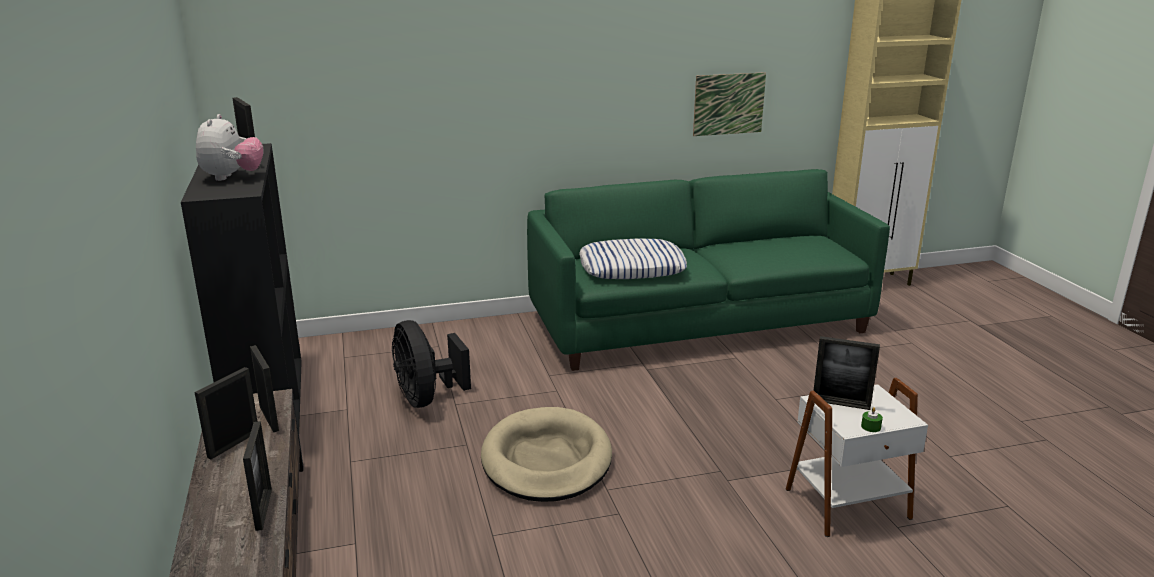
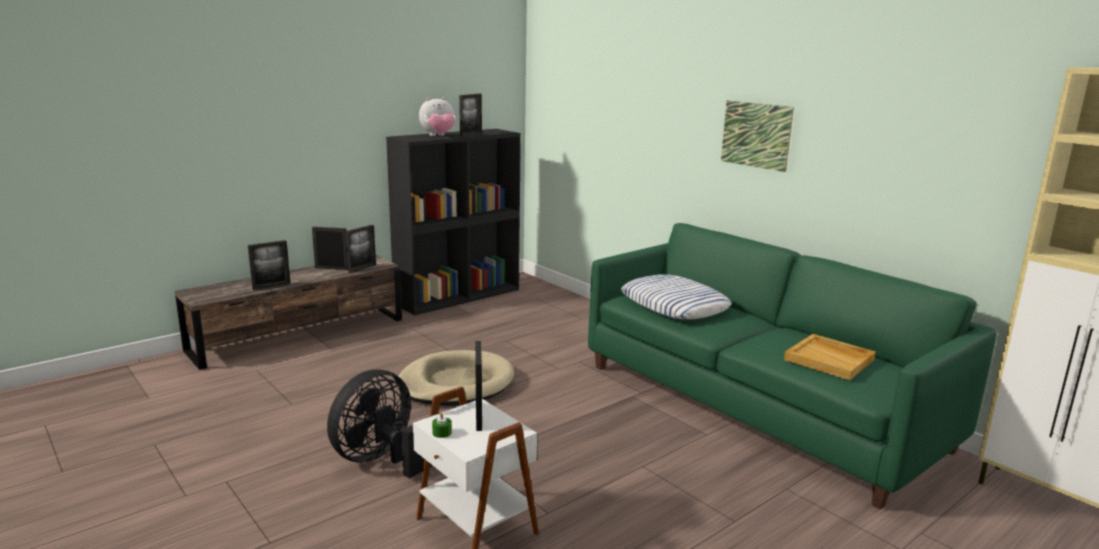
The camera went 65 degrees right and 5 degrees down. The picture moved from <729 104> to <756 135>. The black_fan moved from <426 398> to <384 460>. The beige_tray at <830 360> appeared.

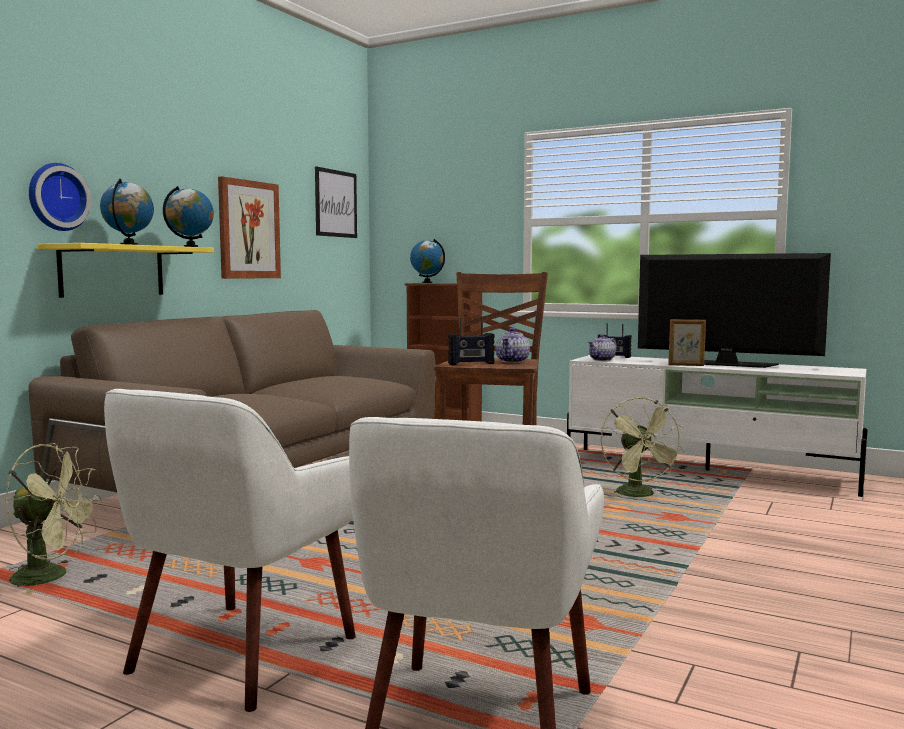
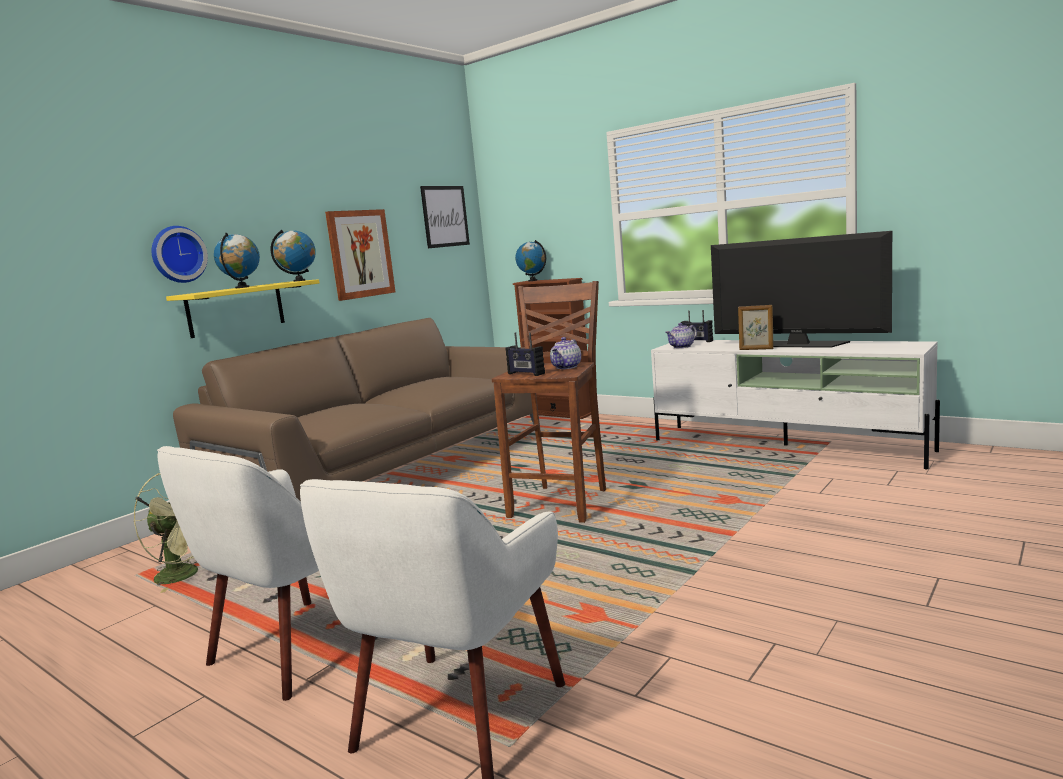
The camera went 10 degrees right and 5 degrees up. The radio at <471 364> turned 45 degrees clockwise. The green_fan at <640 495> disappeared.

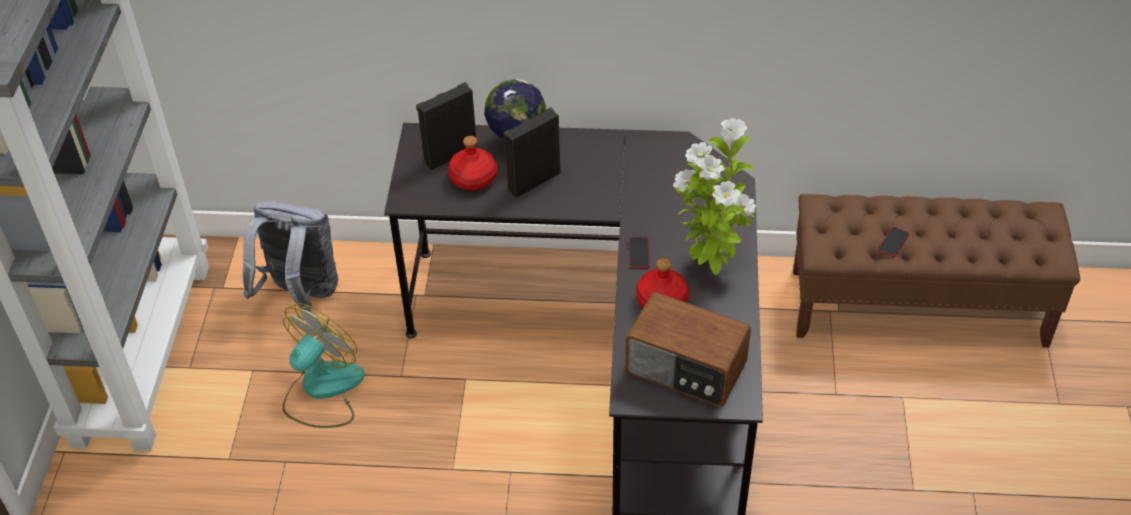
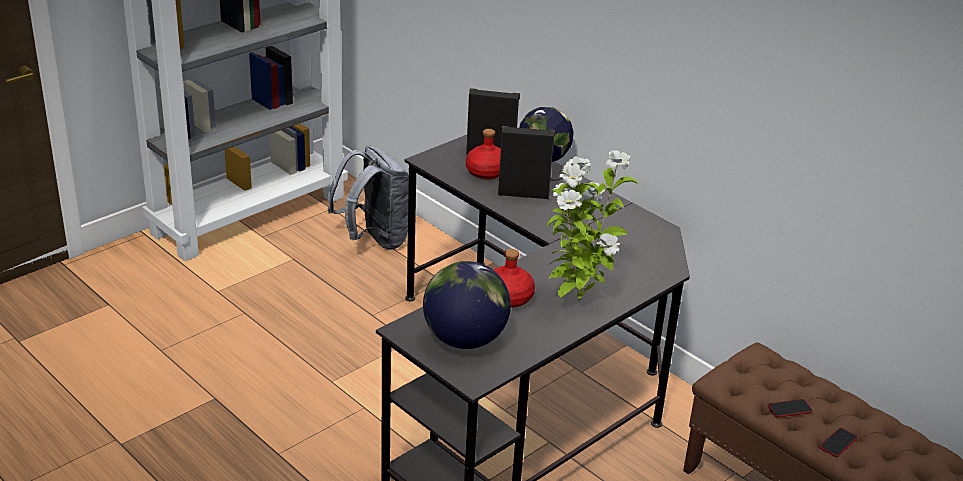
The camera went 40 degrees right and 15 degrees down. The phone moved from <639 253> to <838 443>. The radio at <686 369> was replaced by the globe at <465 340>. The fan at <322 390> disappeared.

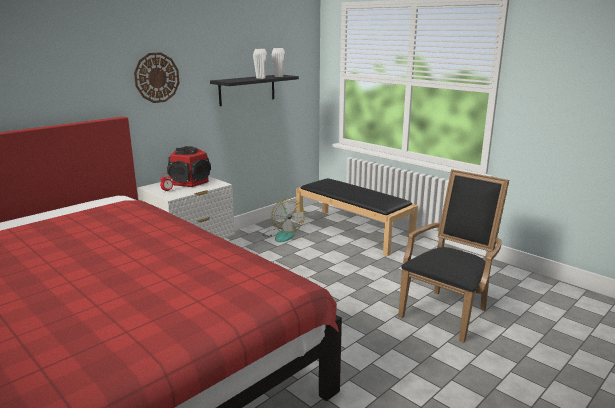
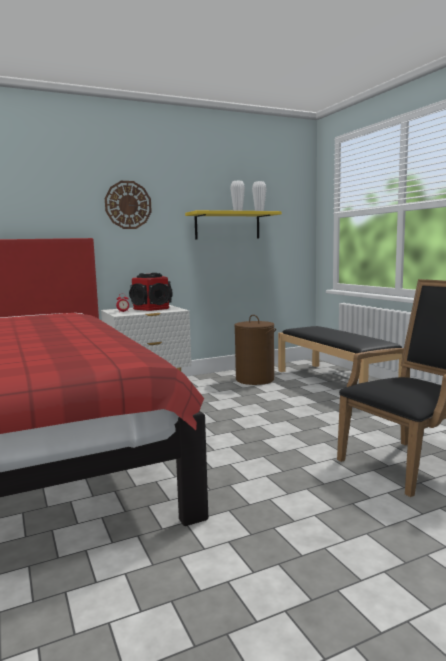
The camera went 20 degrees right and 10 degrees down. The black_shelf at <247 90> became the yellow_shelf at <227 226>. The fan at <282 235> was replaced by the brown_laundry_basket at <255 379>.

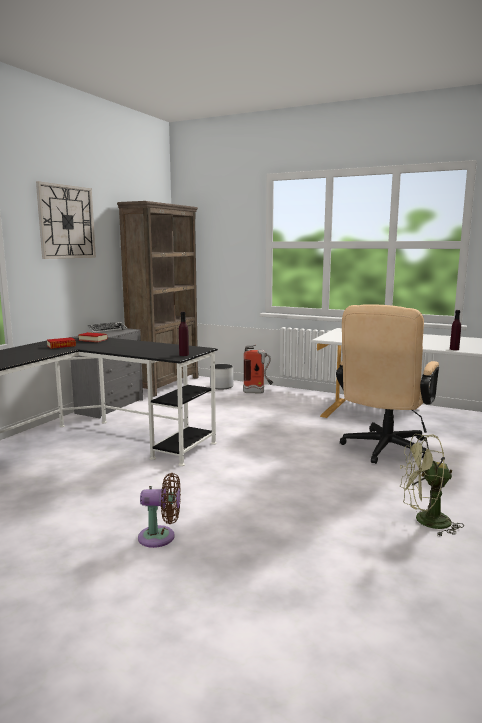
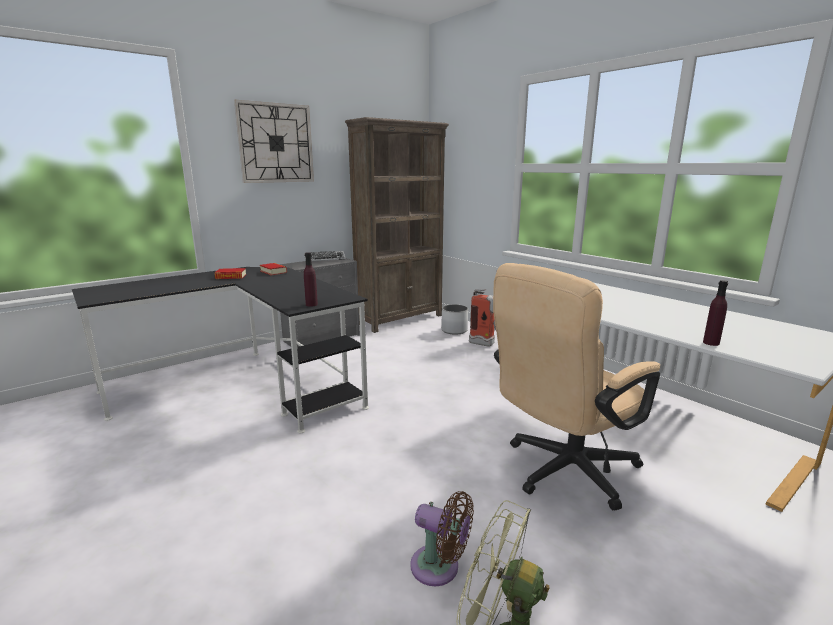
The camera went 25 degrees right and 5 degrees up. The brown_fan moved from <160 537> to <439 568>.

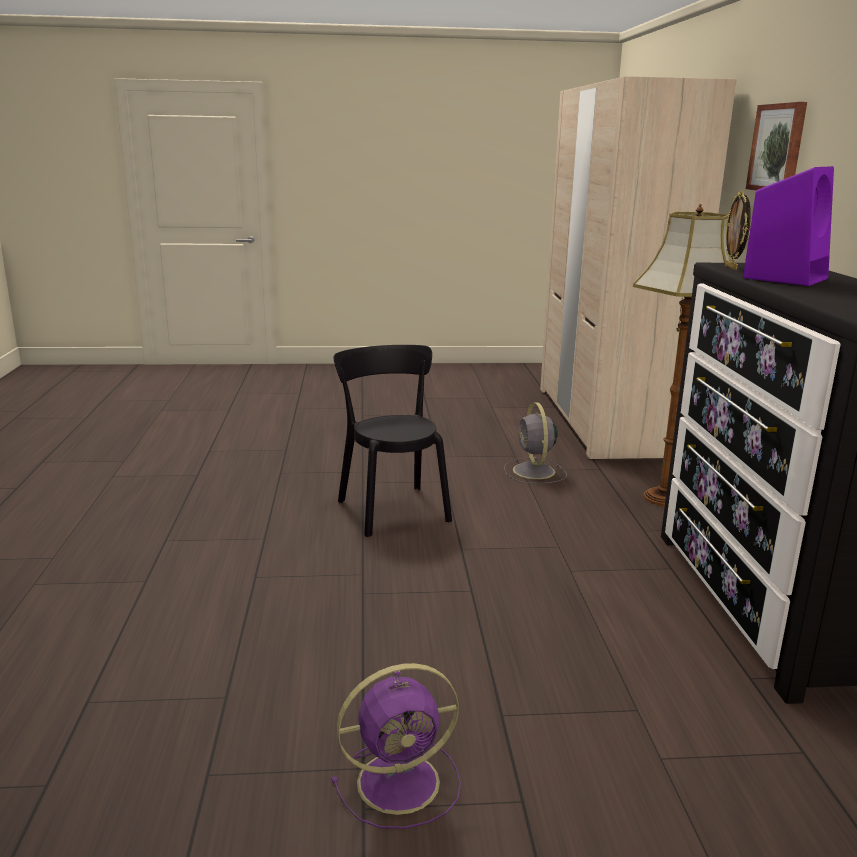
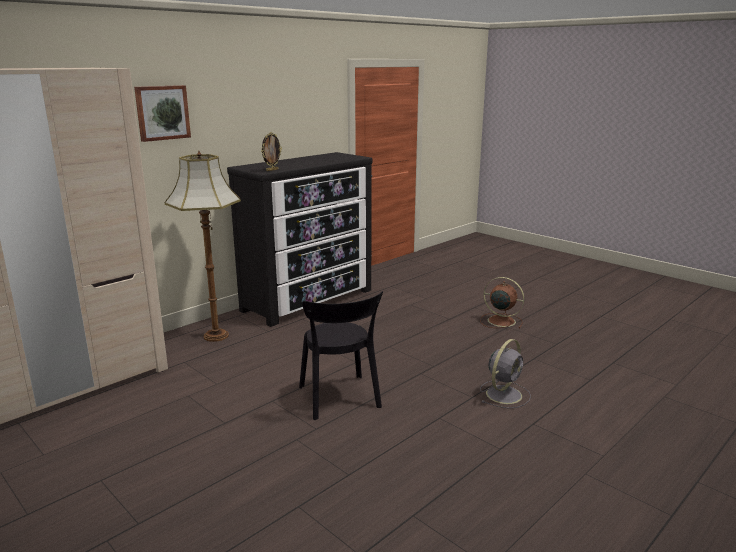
The camera went 130 degrees left and 0 degrees up. The purple_speaker at <785 278> disappeared. The black_chair at <392 508> turned 45 degrees counterclockwise. The grey_fan moved from <534 472> to <504 394>. The purple_fan at <402 781> became the brown_fan at <500 321>.

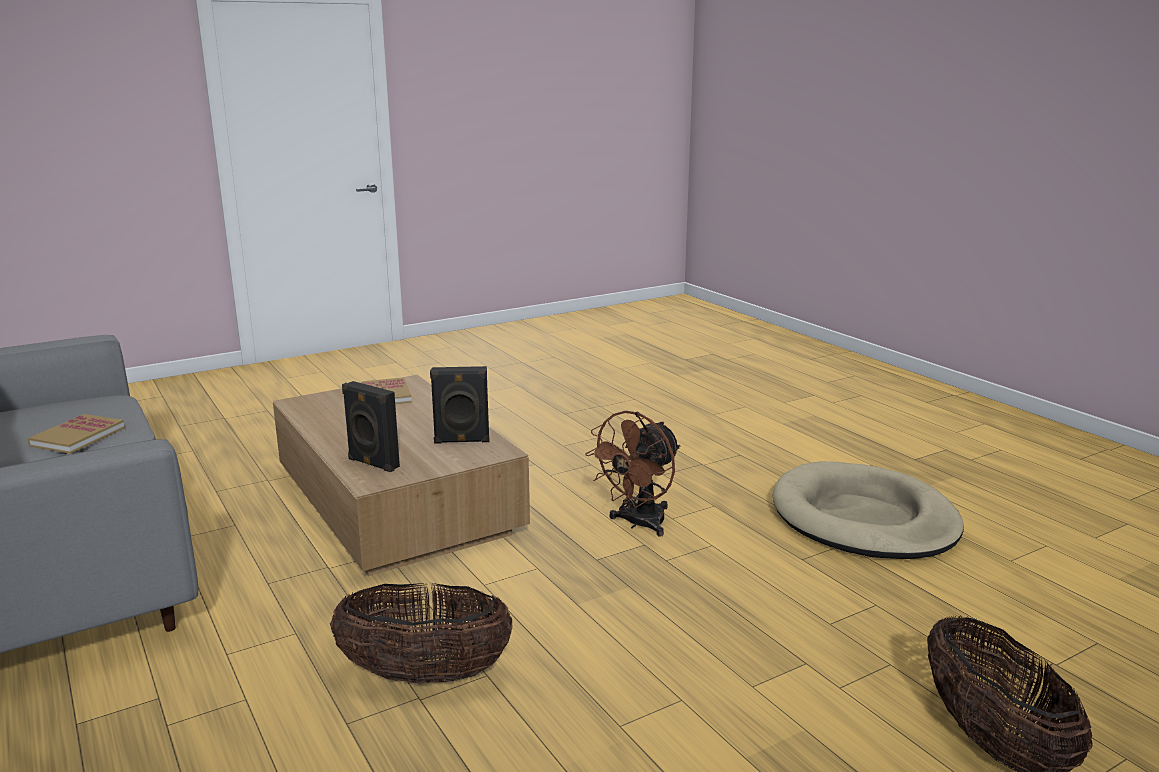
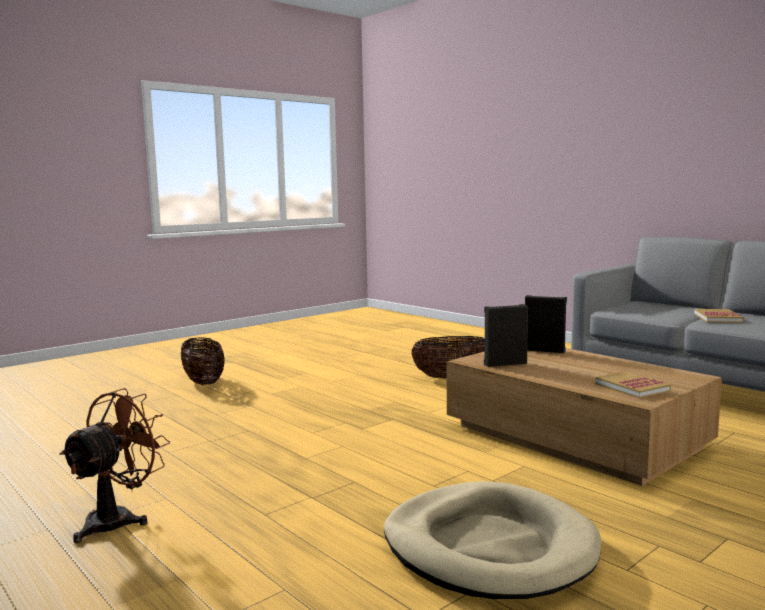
The camera went 170 degrees right and 10 degrees down. The brown_fan moved from <638 524> to <118 519>. The beige_dog_bed moved from <863 519> to <489 546>.

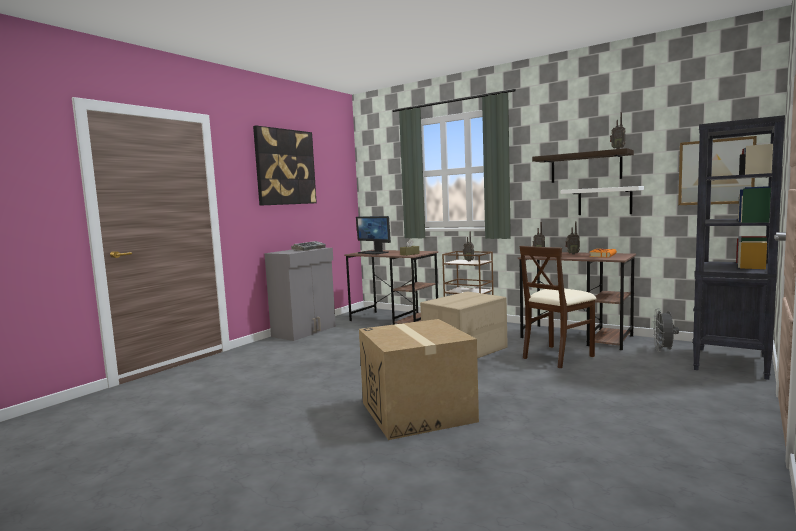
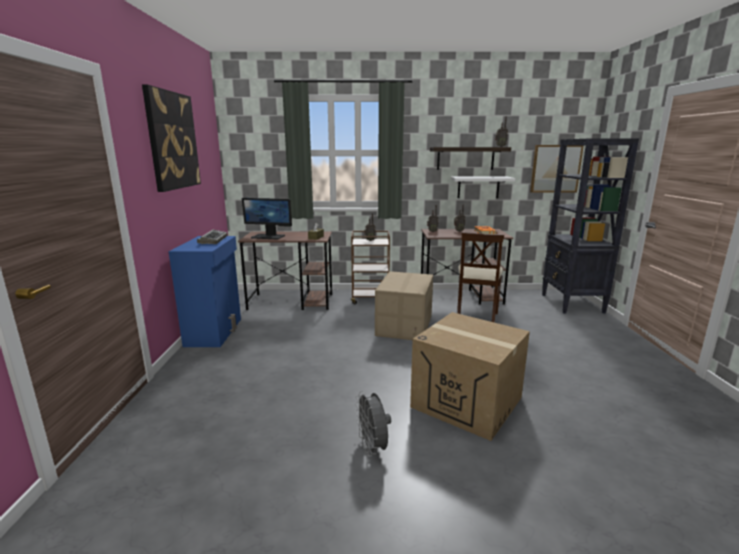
The camera went 35 degrees left and 10 degrees up. The grey_cabinet at <305 331> became the blue_cabinet at <215 332>. The grey_fan moved from <664 351> to <373 448>.

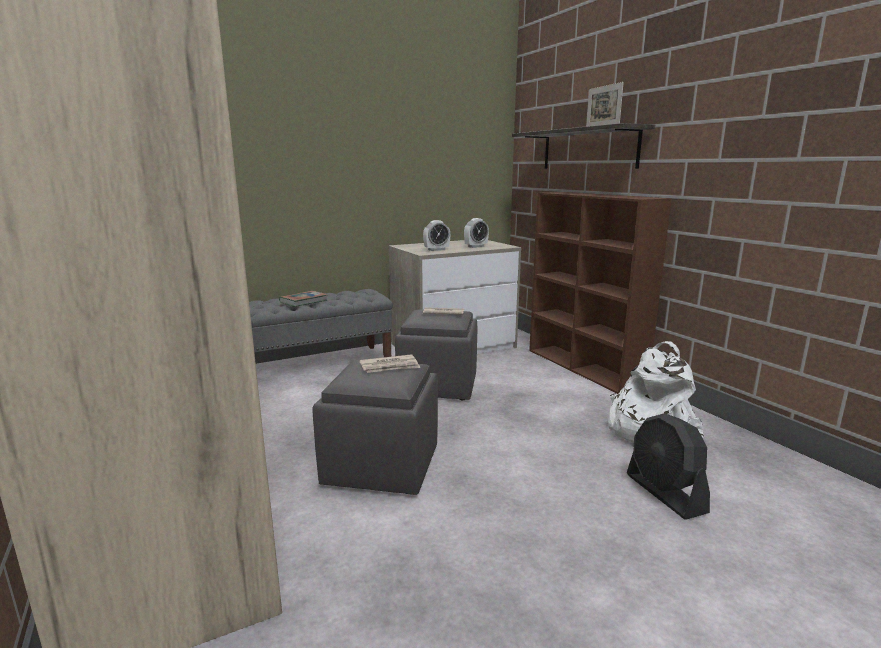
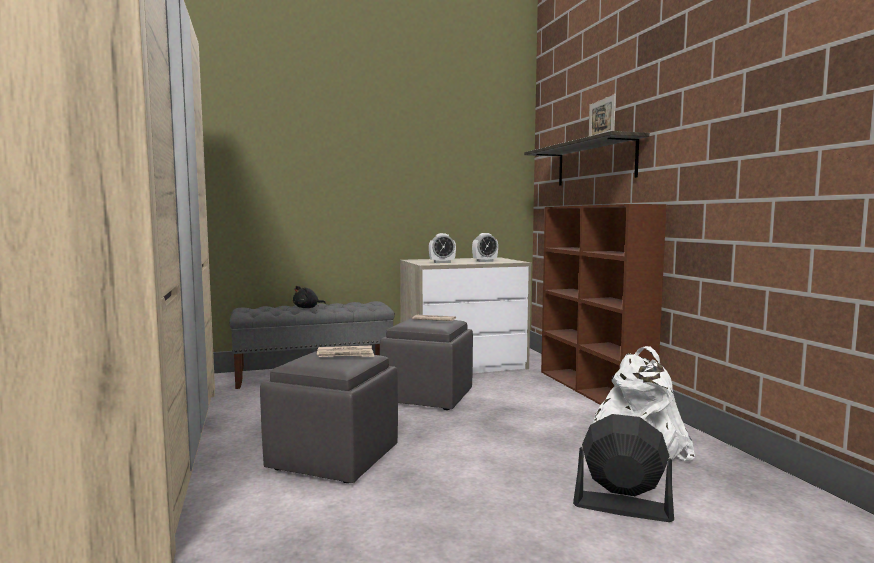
The camera went 10 degrees right and 10 degrees down. The book at <303 301> was replaced by the black_plush_toy at <307 308>. The black_fan at <665 493> turned 120 degrees clockwise.

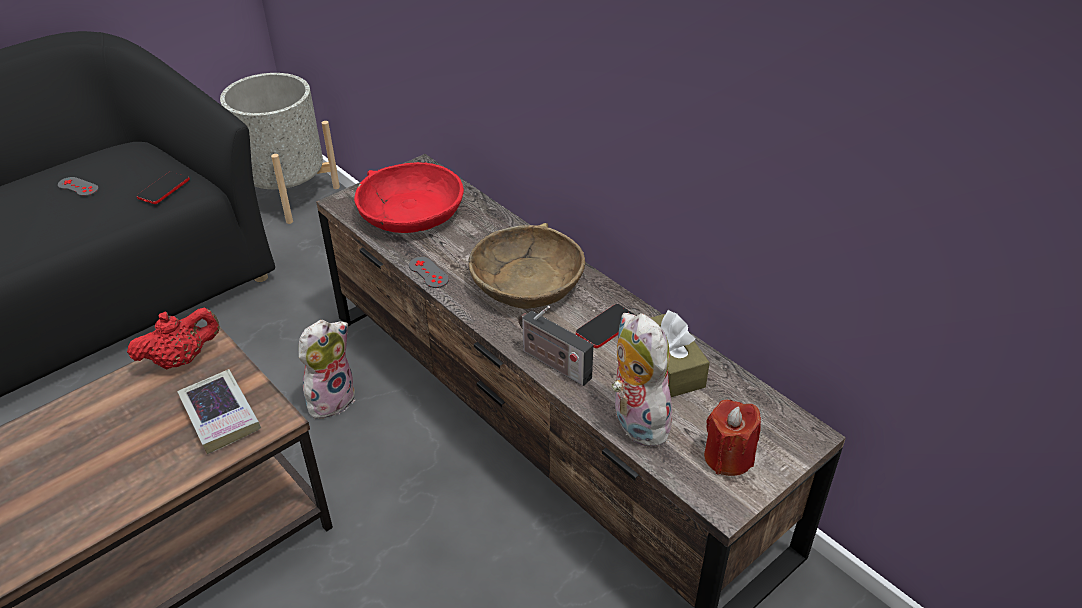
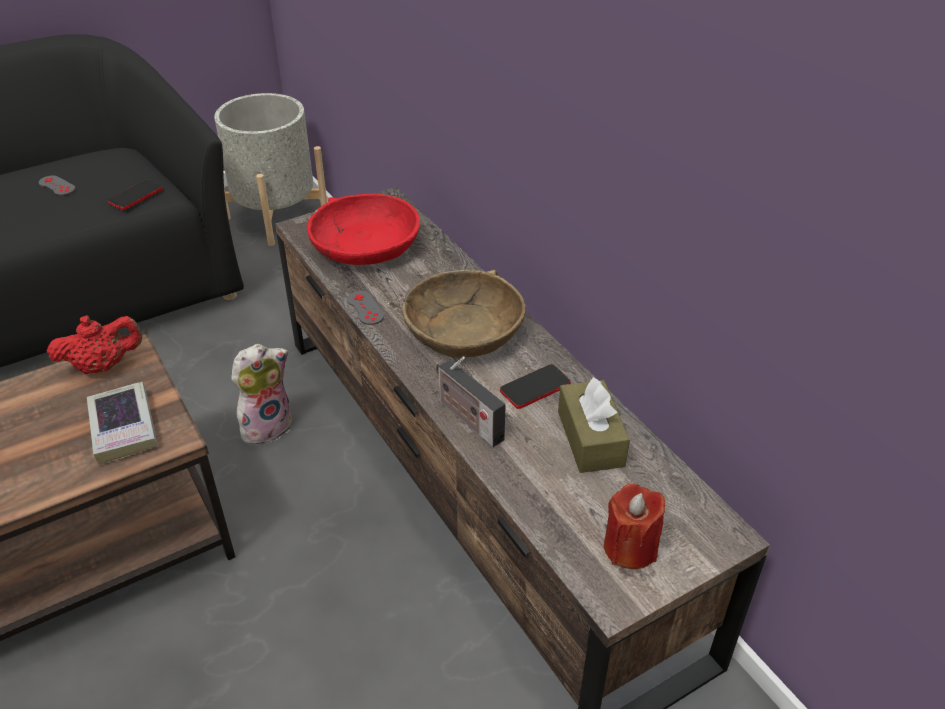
The camera went 10 degrees right and 0 degrees up. The plush_toy at <635 421> disappeared.

